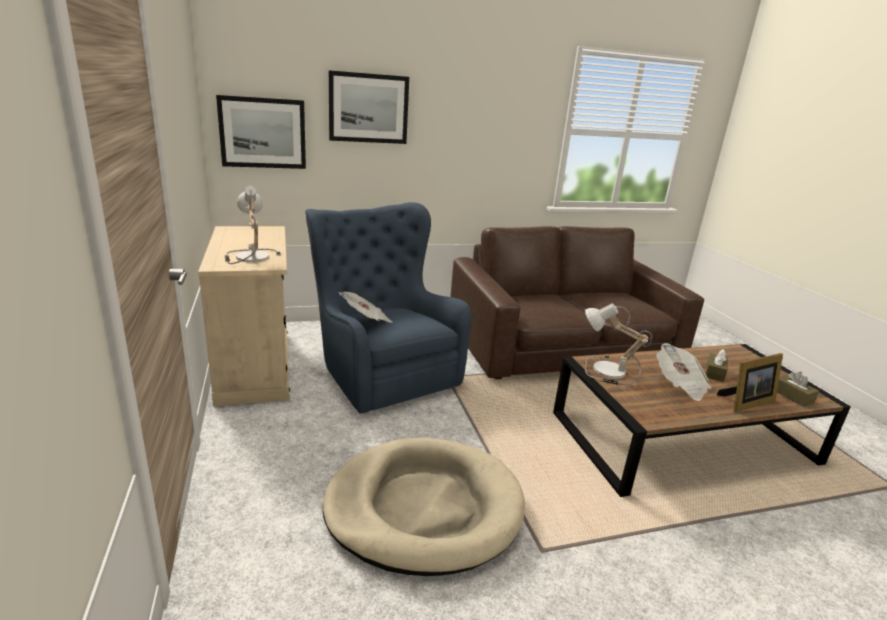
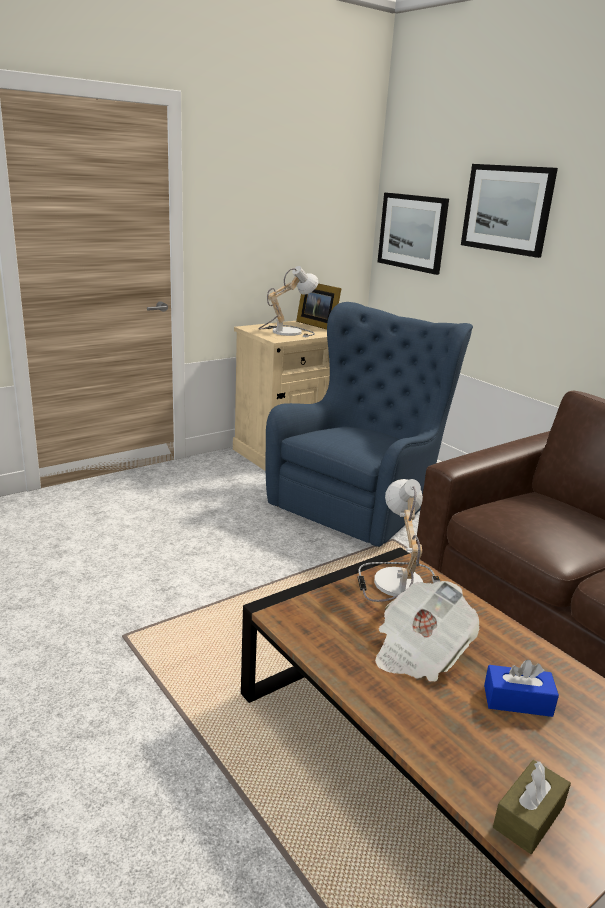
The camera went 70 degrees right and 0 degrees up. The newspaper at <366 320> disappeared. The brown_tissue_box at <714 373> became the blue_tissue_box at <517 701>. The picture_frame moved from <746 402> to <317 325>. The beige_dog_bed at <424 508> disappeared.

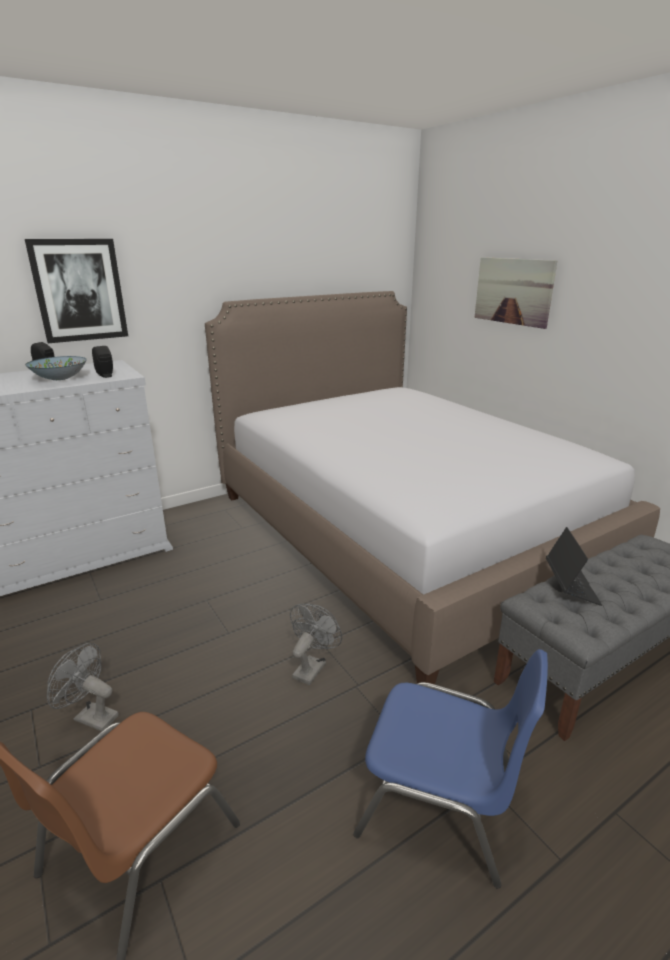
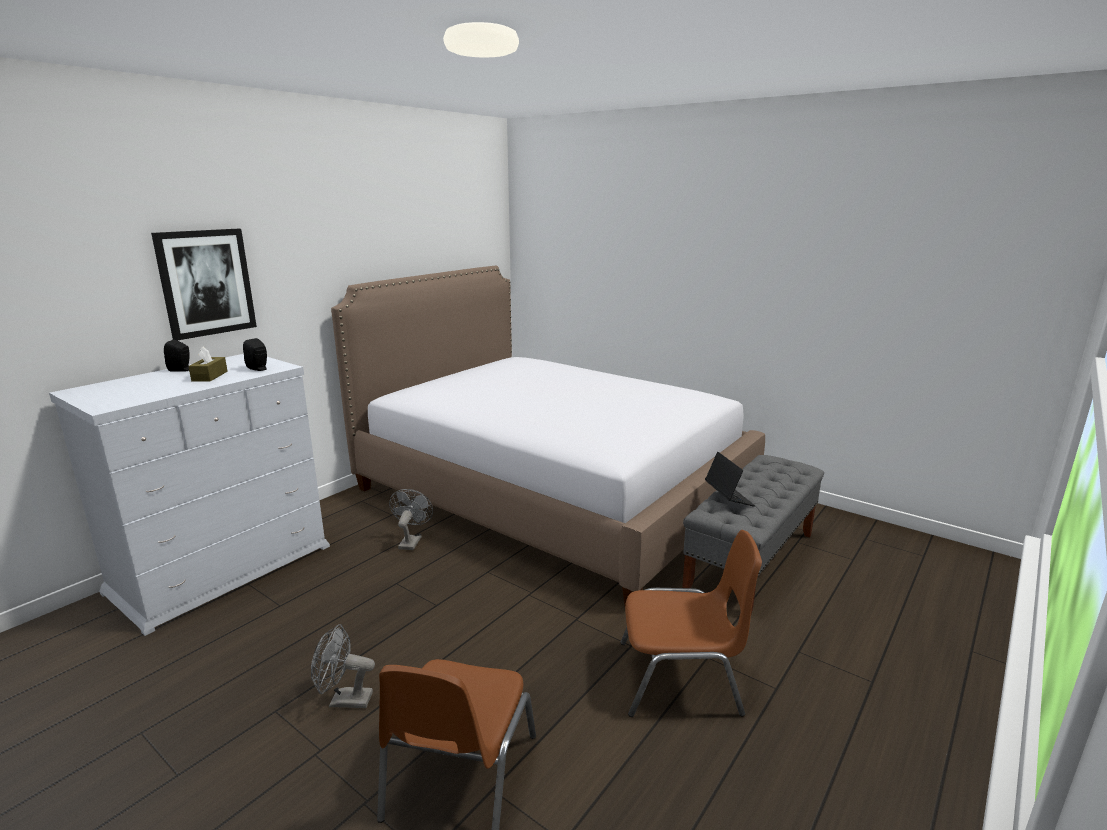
The camera went 20 degrees left and 5 degrees down. The picture at <513 291> disappeared. The bowl at <60 378> was replaced by the brown_tissue_box at <209 376>. The grey_fan moved from <312 667> to <411 541>. The blue_chair at <440 803> became the brown_chair at <681 679>.

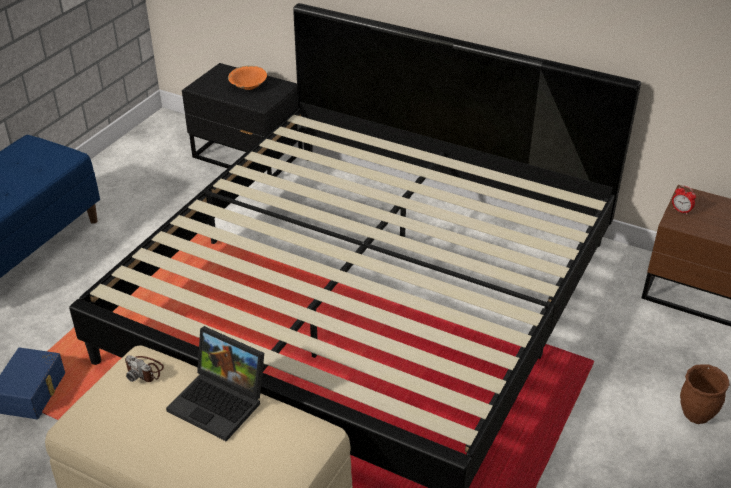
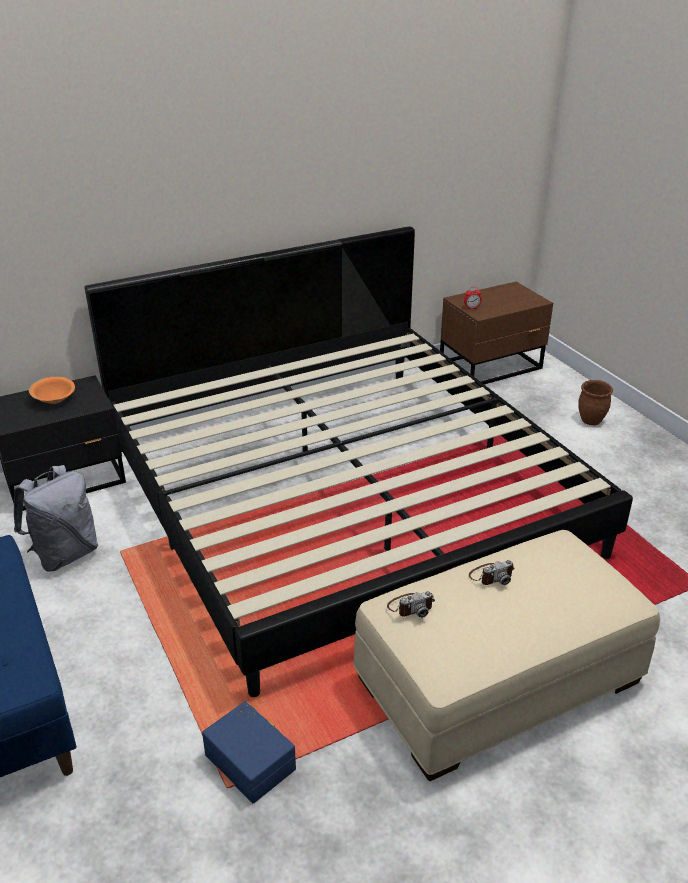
The camera went 55 degrees left and 5 degrees down. The laptop at <221 402> was replaced by the photo_camera at <491 575>. The grey_backpack at <65 554> appeared.

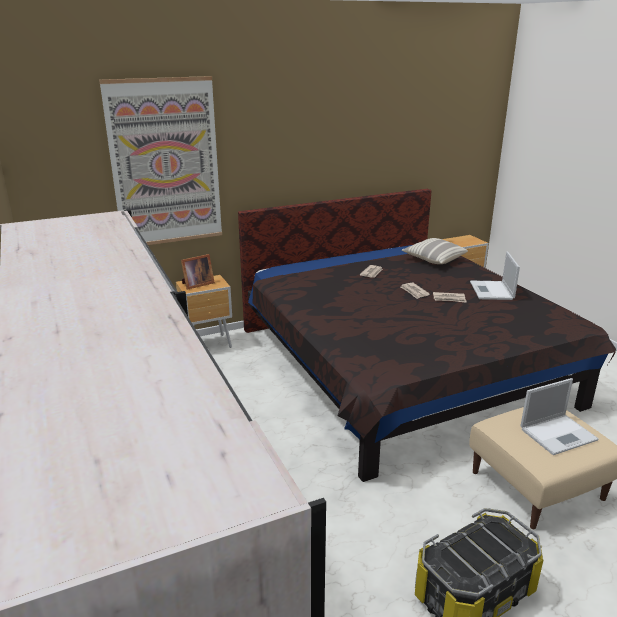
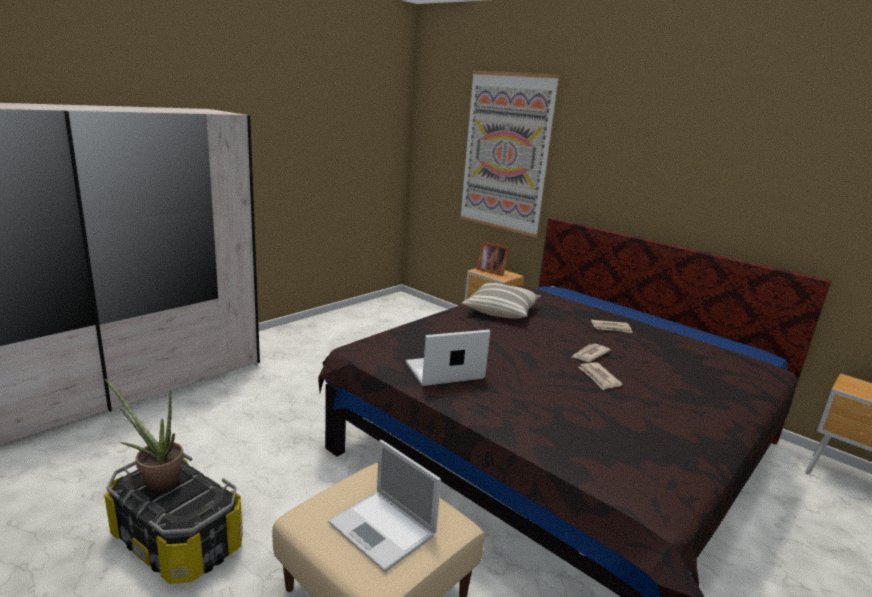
The camera went 65 degrees right and 5 degrees down. The pillow moved from <433 259> to <501 311>. The laptop moved from <492 291> to <443 371>. The potted_plant at <157 483> appeared.

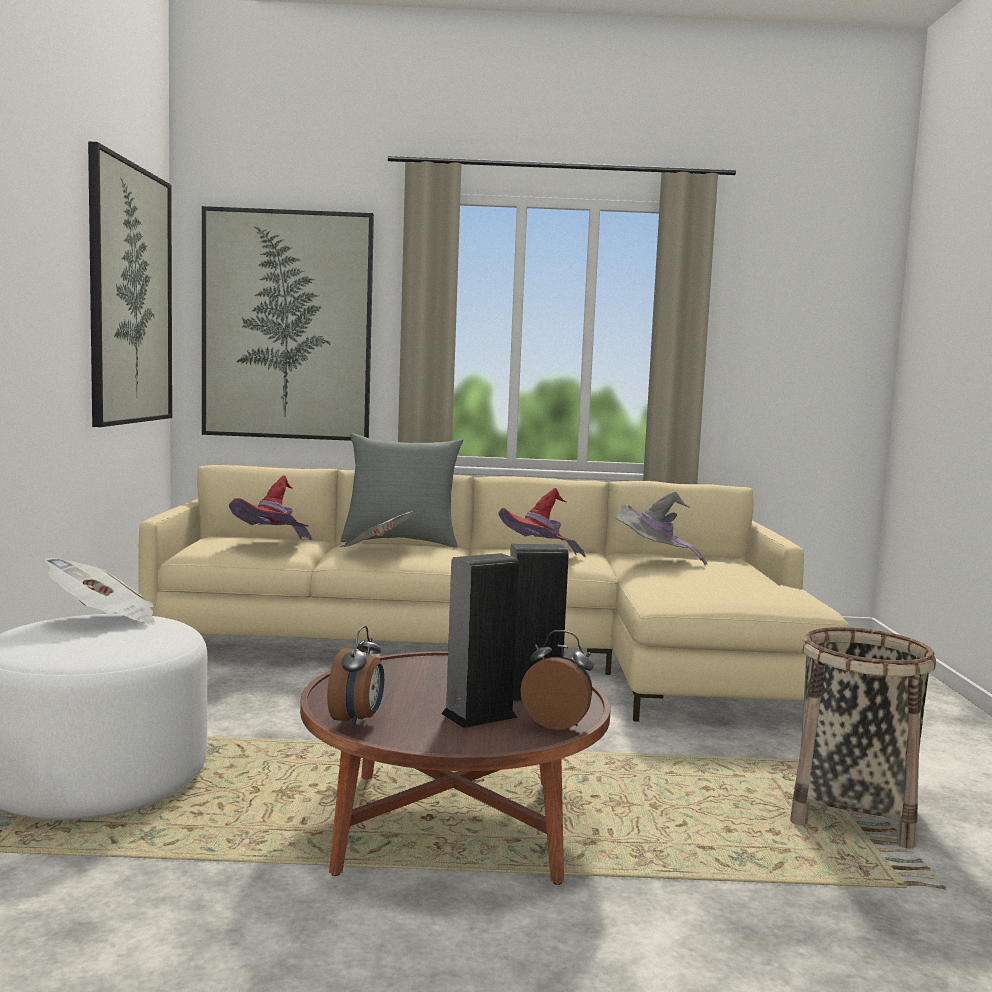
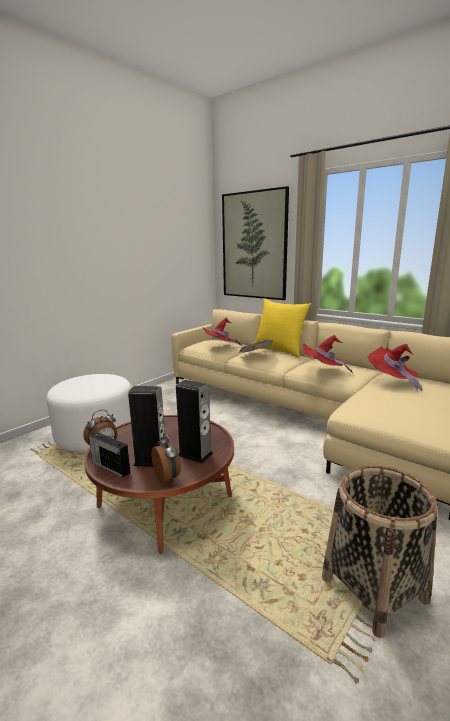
The camera went 40 degrees right and 10 degrees up. The picture at <130 295> disappeared. The grey_pillow at <401 541> became the yellow_pillow at <279 351>. The grey_hat at <654 560> became the red_hat at <392 381>. The newspaper at <105 620> disappeared. The radio at <110 467> appeared.

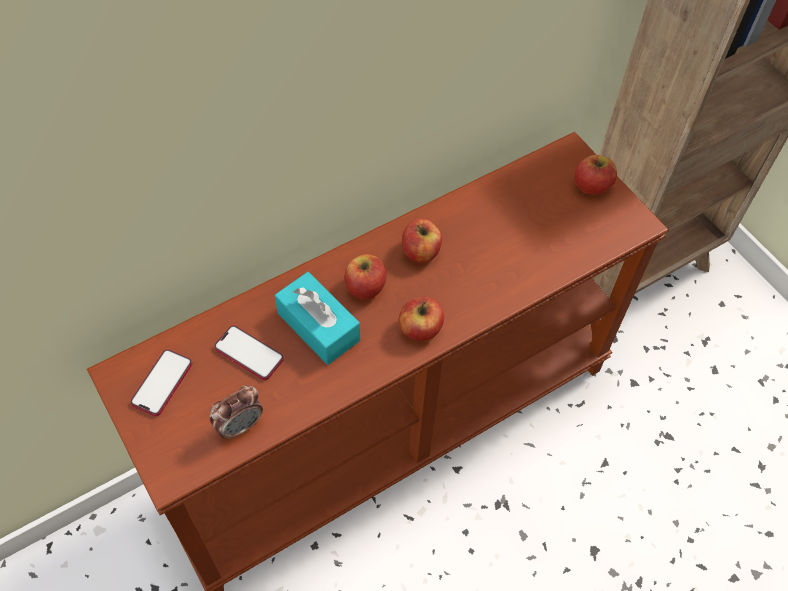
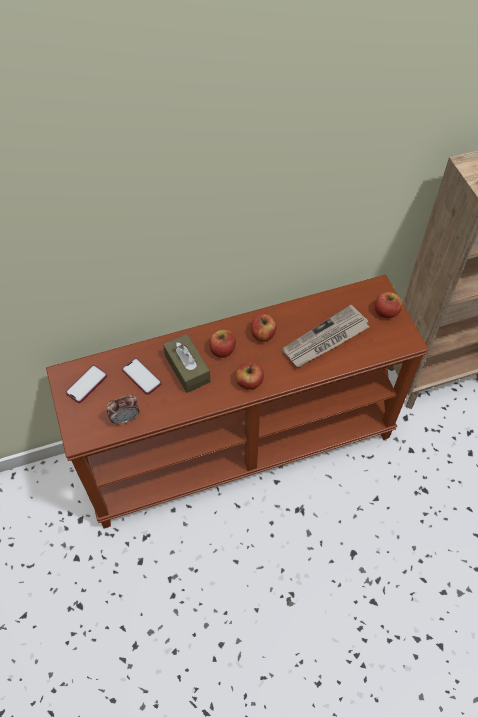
The camera went 15 degrees right and 0 degrees up. The turquoise_tissue_box at <318 326> became the brown_tissue_box at <187 368>. The newspaper at <325 339> appeared.

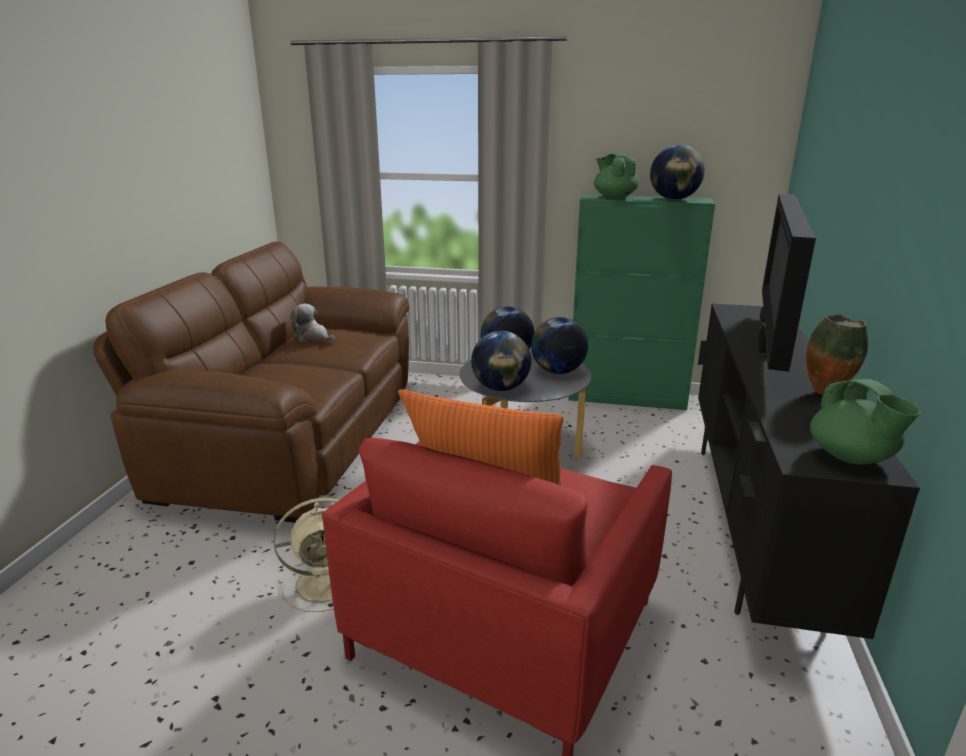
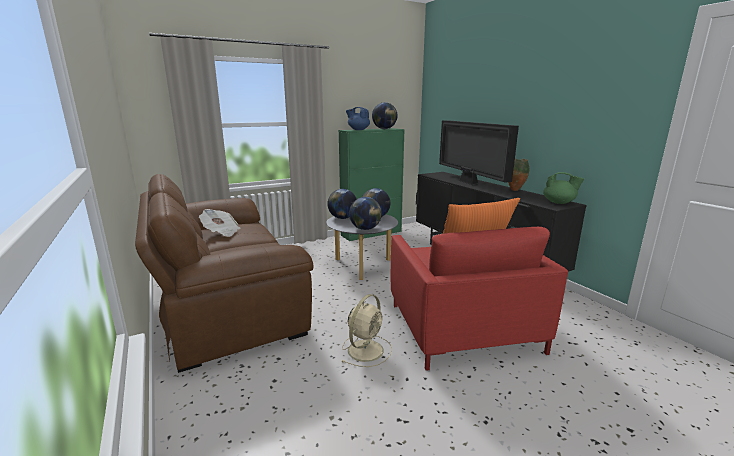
The camera went 40 degrees left and 5 degrees down. The green_teapot at <614 197> became the blue_teapot at <358 129>. The plush_toy at <313 338> was replaced by the newspaper at <221 232>.

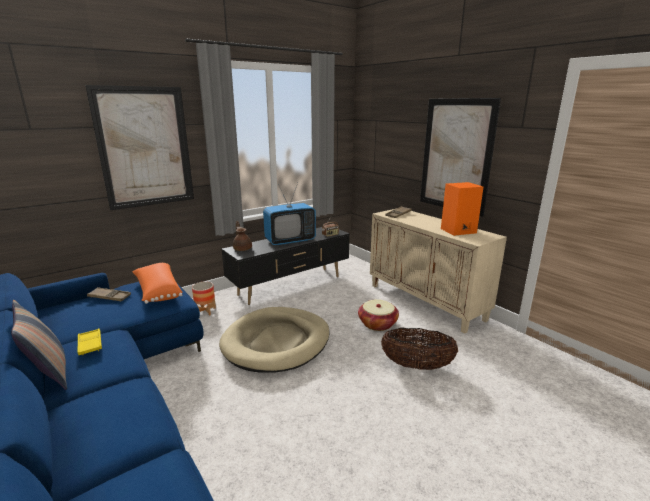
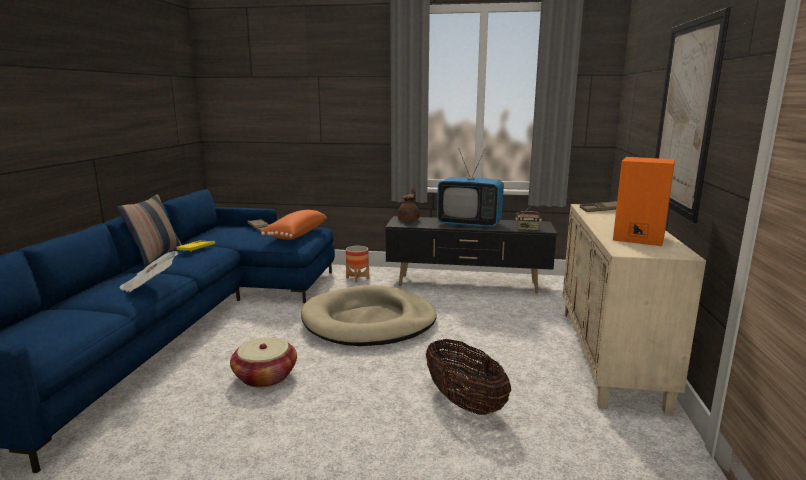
The camera went 45 degrees right and 5 degrees down. The picture at <145 148> disappeared. The basket moved from <377 324> to <265 376>. The newspaper at <150 286> appeared.

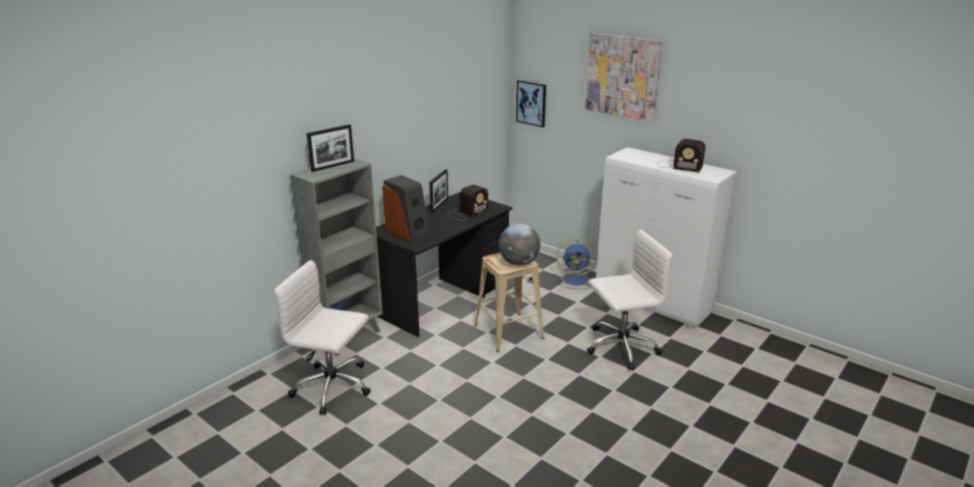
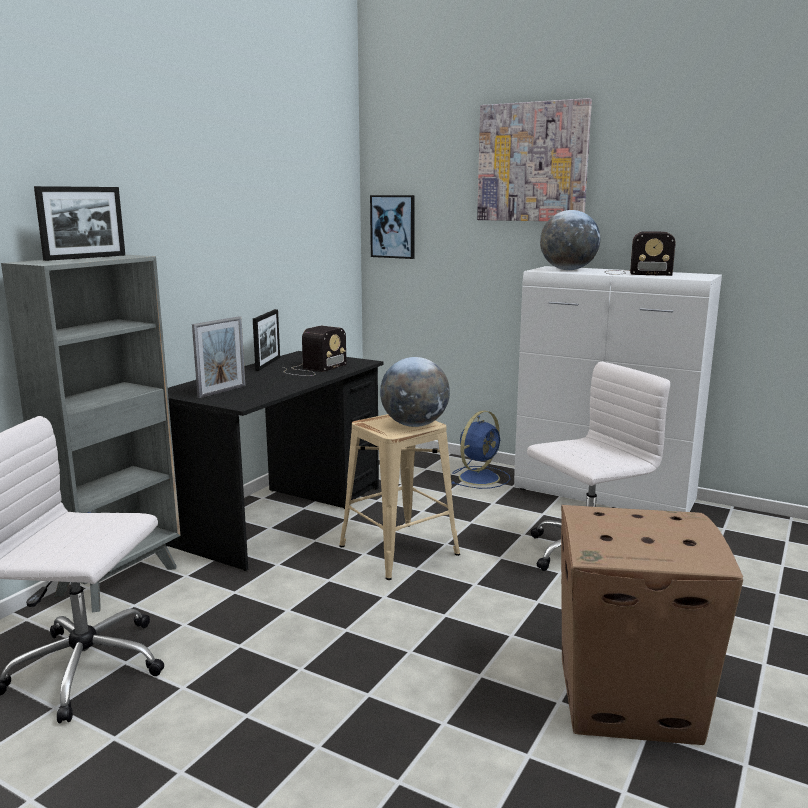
The camera went 10 degrees left and 10 degrees down. The speaker at <408 233> was replaced by the picture_frame at <222 391>. The blue_fan at <576 280> turned 45 degrees counterclockwise. The globe at <568 270> appeared. The cardboard_box at <630 699> appeared.

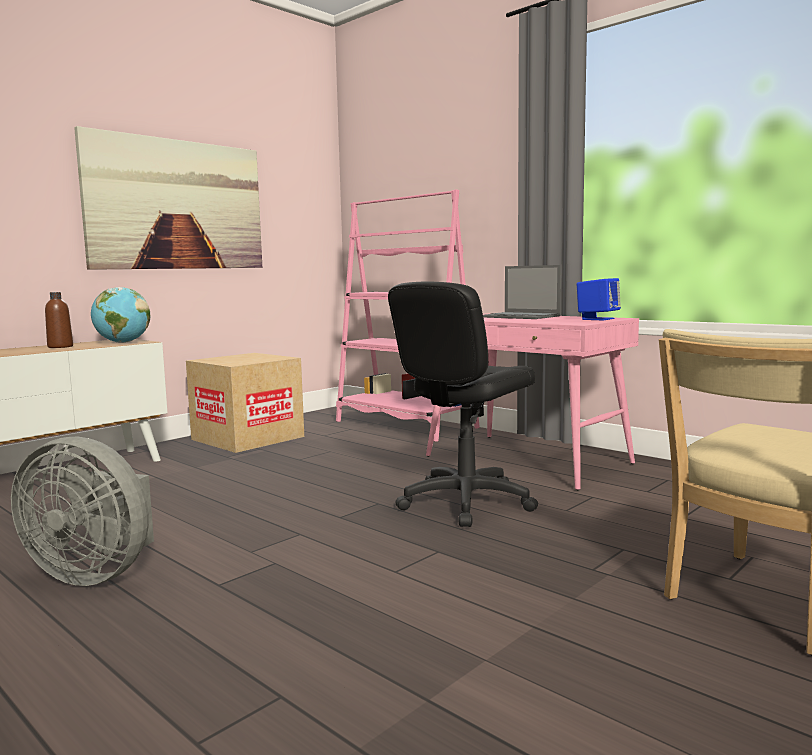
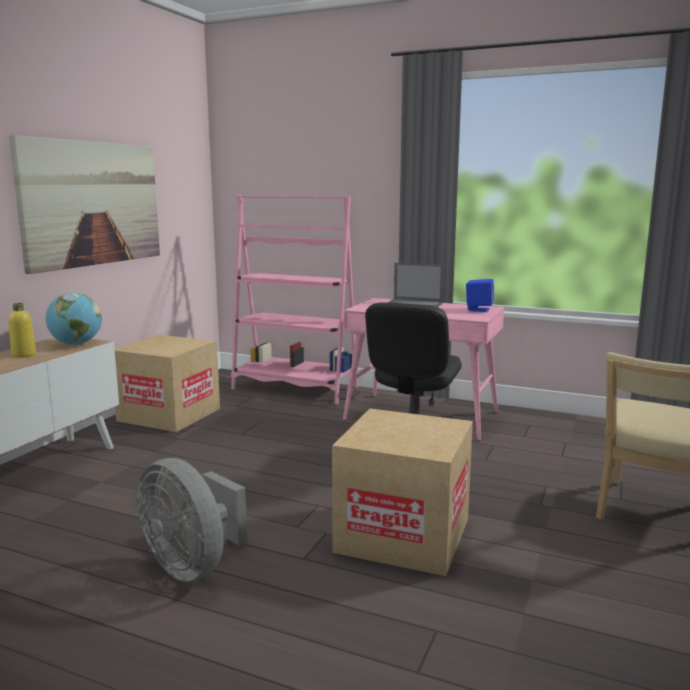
The camera went 20 degrees left and 5 degrees up. The brown_bottle at <60 347> became the yellow_bottle at <24 355>. The grey_fan at <95 573> turned 45 degrees clockwise. The cardboard_box at <403 535> appeared.

